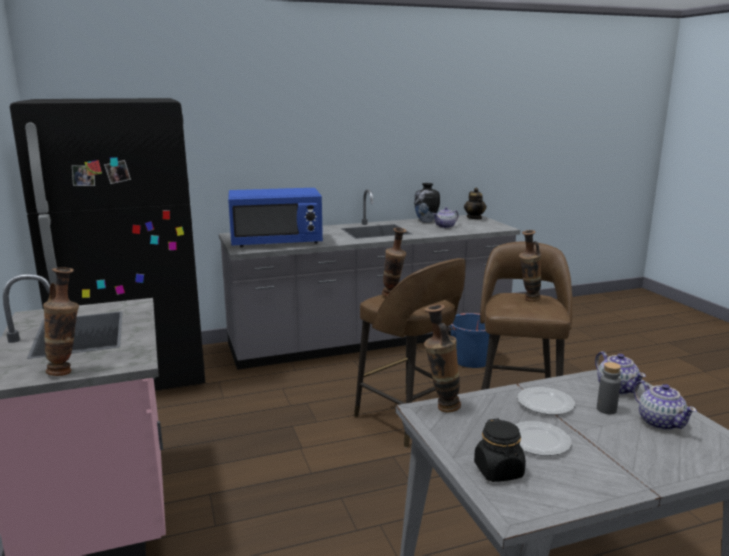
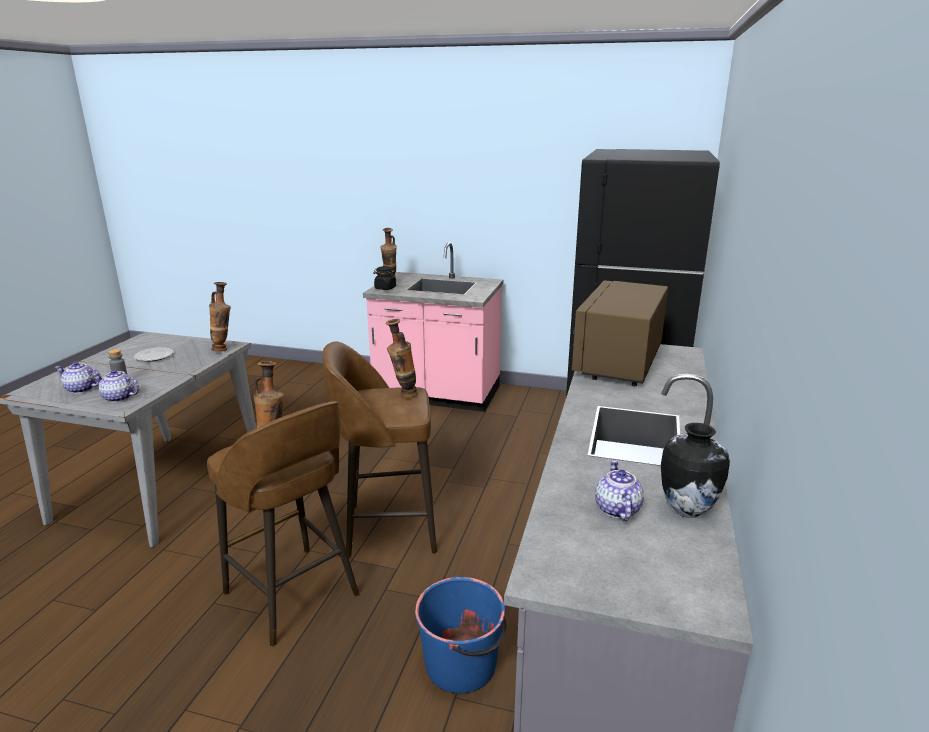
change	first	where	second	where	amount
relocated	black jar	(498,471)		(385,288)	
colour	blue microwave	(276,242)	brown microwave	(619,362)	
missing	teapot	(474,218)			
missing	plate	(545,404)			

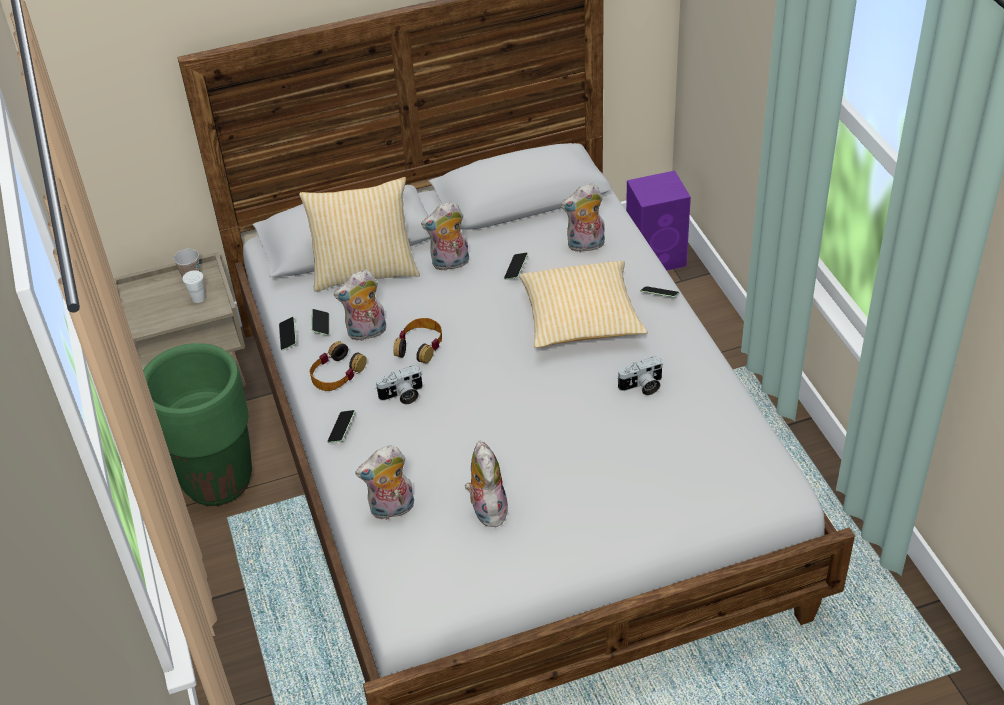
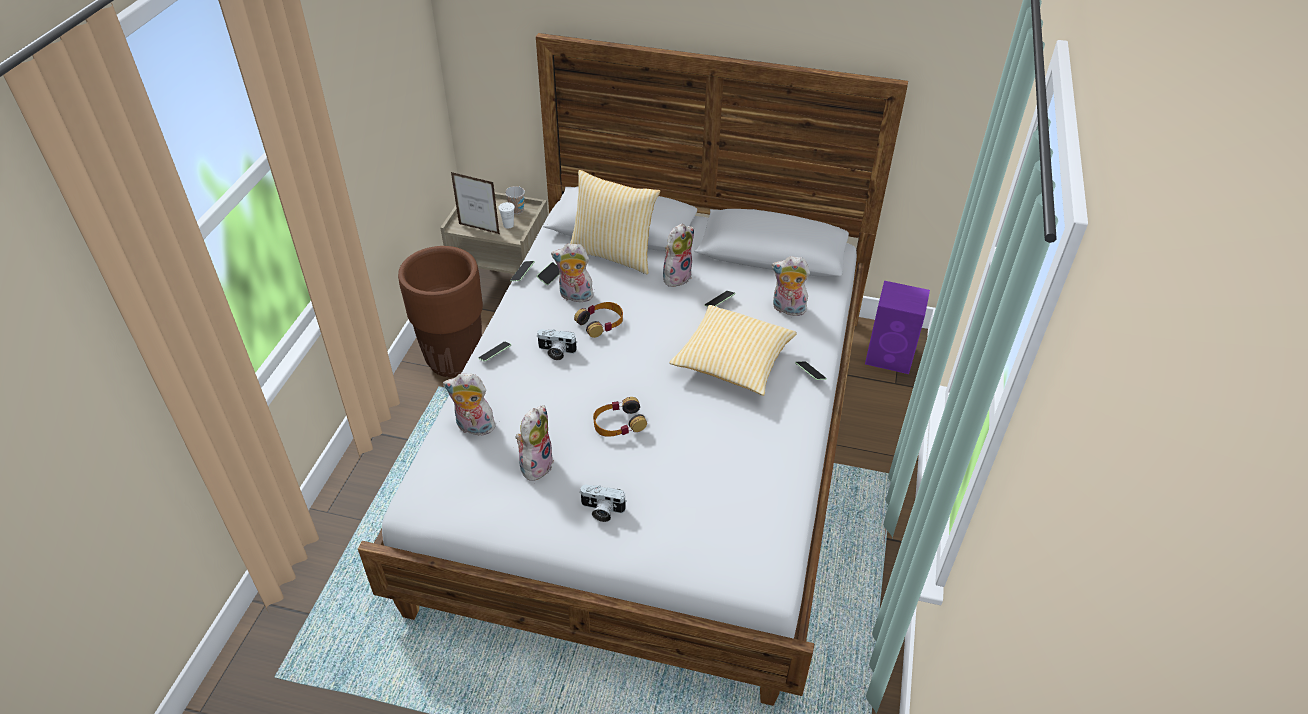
change	first	where	second	where	amount
colour	green planter	(218,482)	brown planter	(454,360)	
appeared			picture frame	(479,229)	
relocated	photo camera	(642,386)		(601,510)	
relocated	headphones	(336,373)		(618,423)	
spun	plush toy	(450,264)		(676,276)	120 degrees clockwise

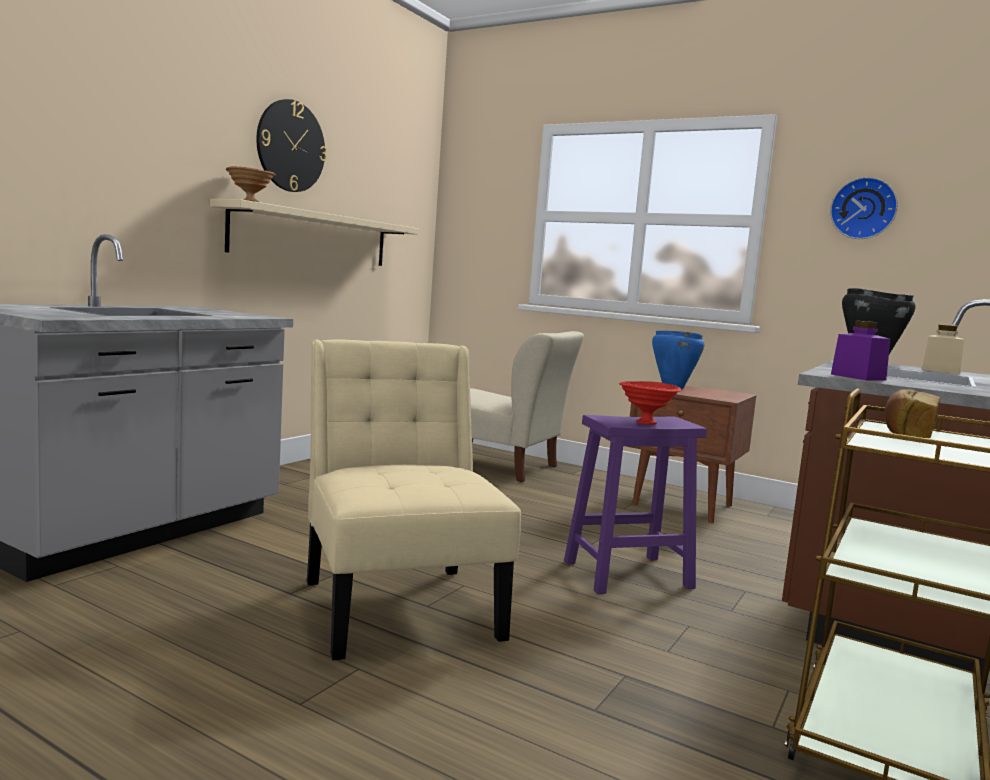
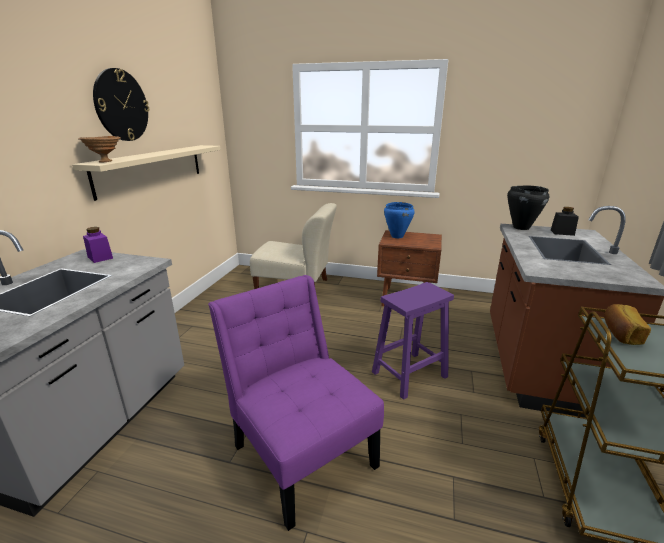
change	first	where	second	where	amount
relocated	purple jar	(858,377)		(100,257)	
colour	beige chair	(399,604)	purple chair	(301,450)	
colour	beige jar	(940,371)	black jar	(562,232)	
missing	red bowl	(644,422)			
missing	wall clock	(863,208)			

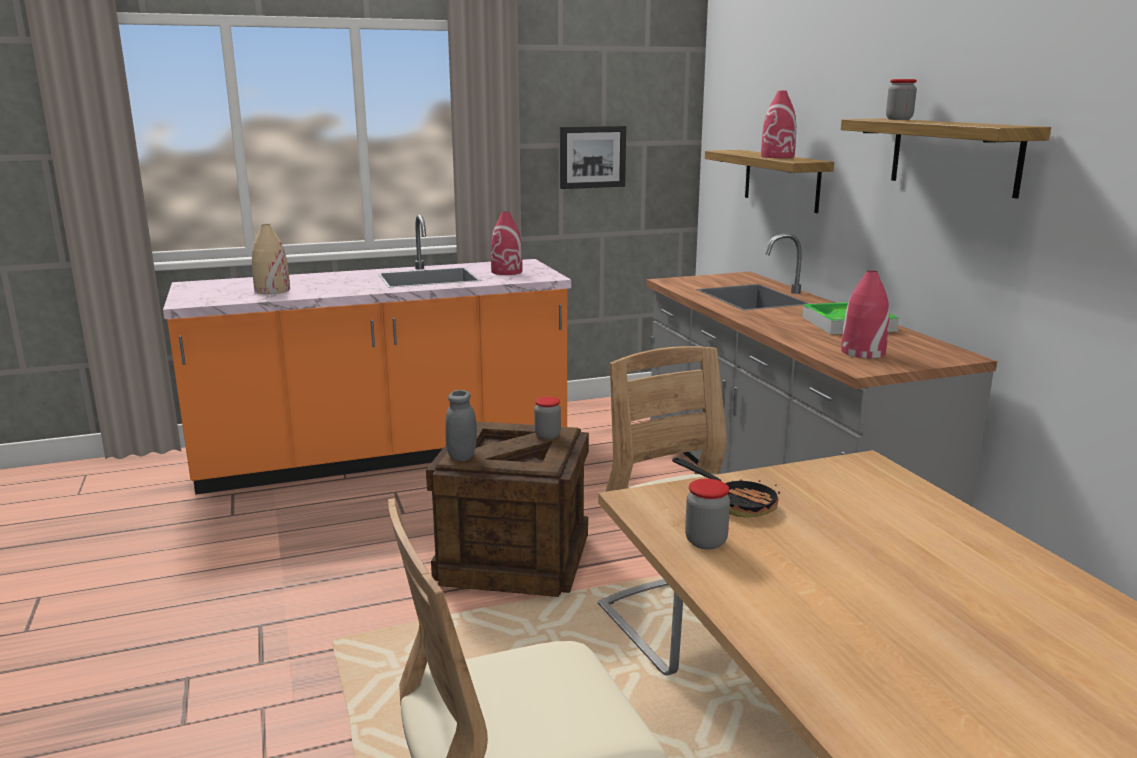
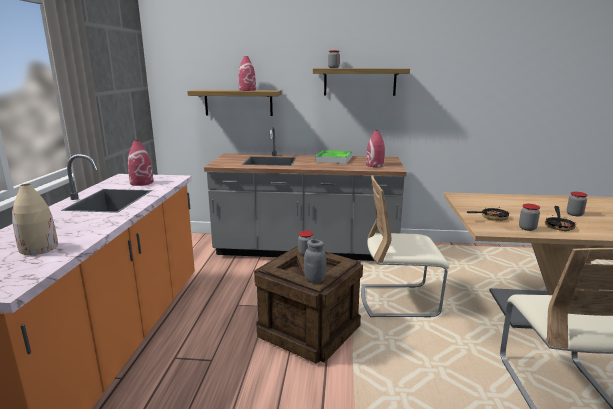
change	first	where	second	where	amount
appeared			frying pan	(558,226)	
appeared			jar	(574,214)	
missing	picture	(592,157)			

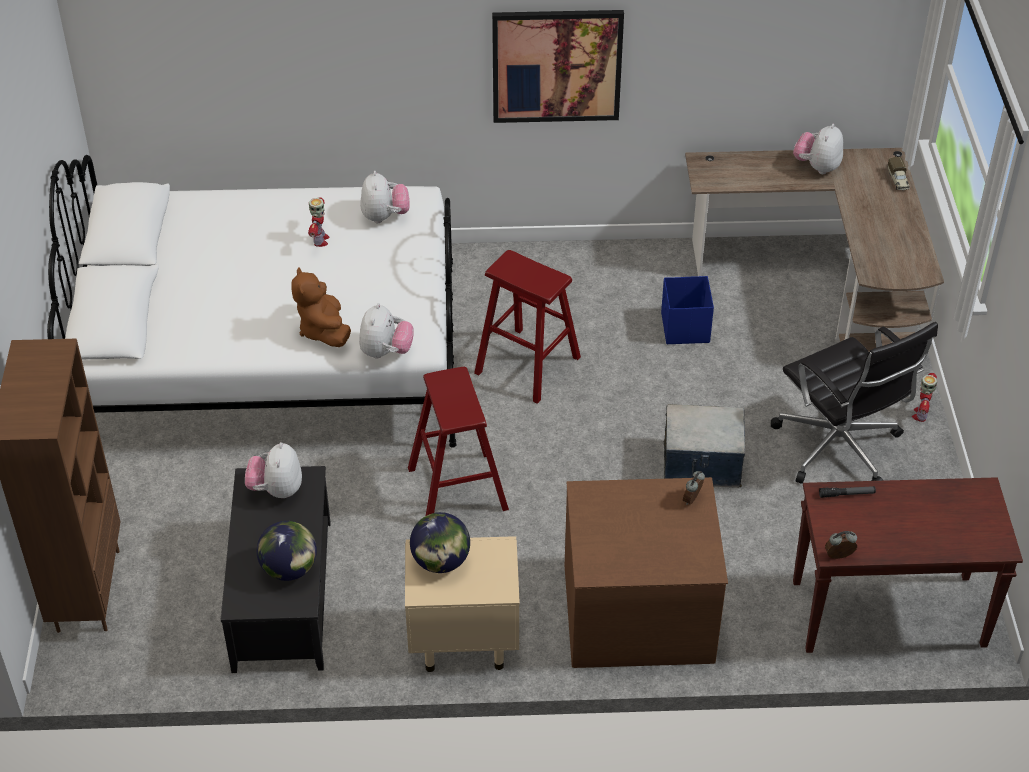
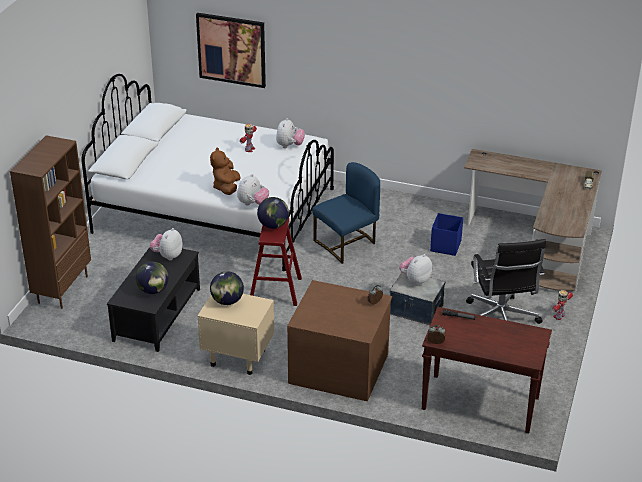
change	first	where	second	where	amount
relocated	picture	(556,65)		(231,49)	
appeared			globe	(273,225)	
exchanged	red stool	(528,365)	blue chair	(347,244)	
relocated	plush toy	(817,167)		(415,280)	

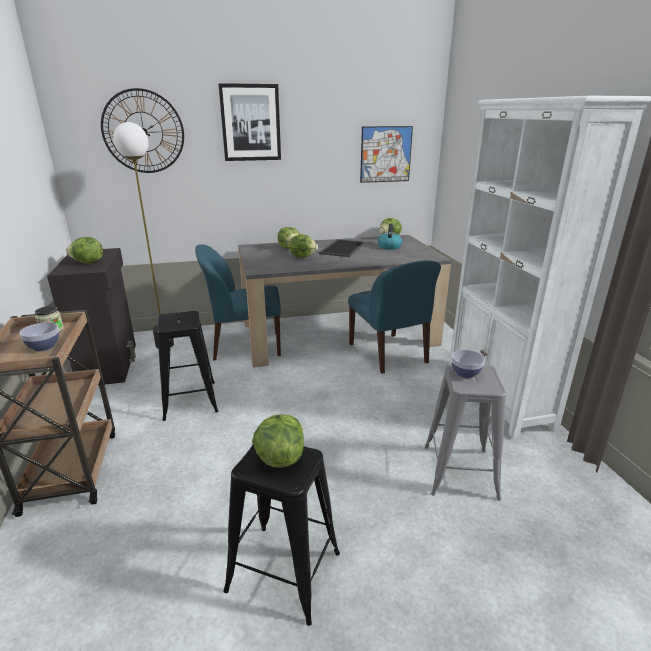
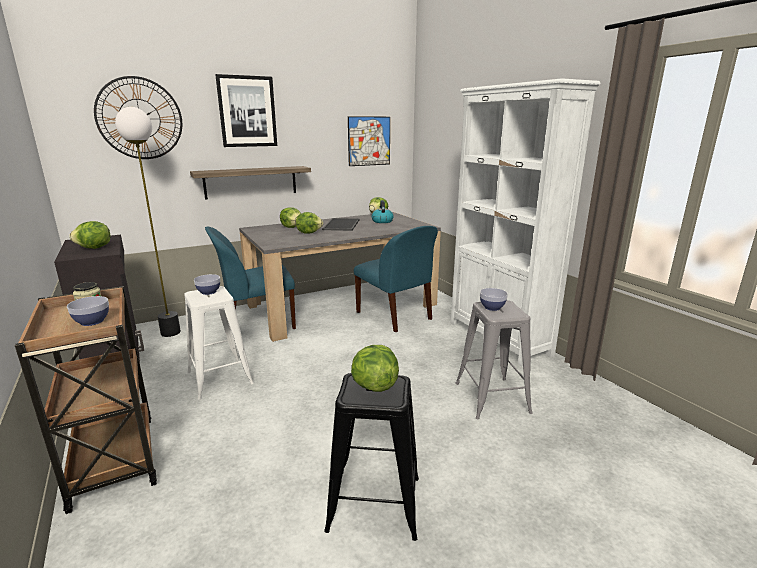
change	first	where	second	where	amount
colour	black stool	(190,400)	white stool	(219,377)	
appeared			shelf	(251,182)	
appeared			bowl	(209,292)	

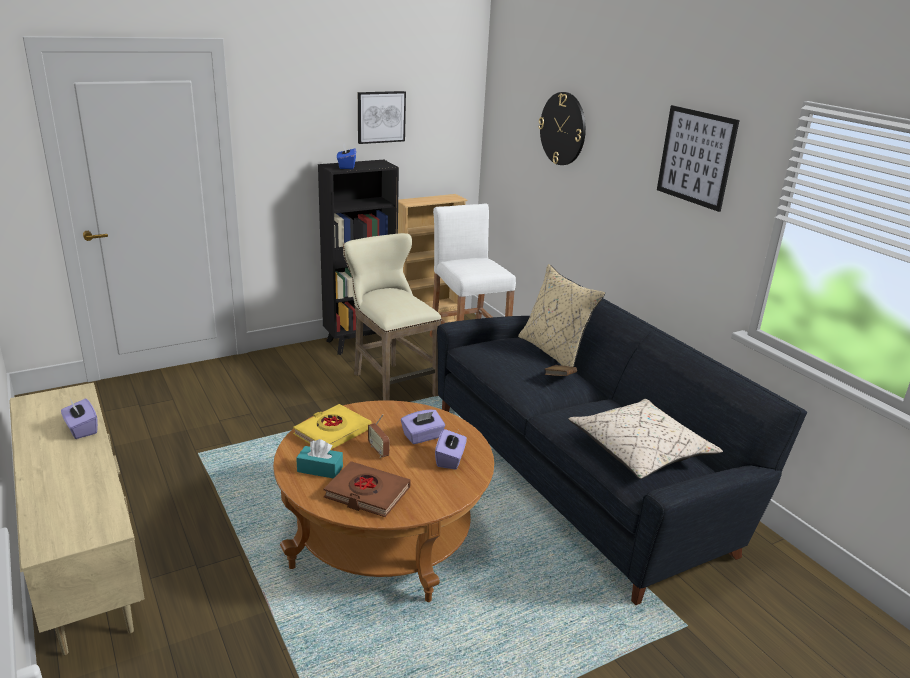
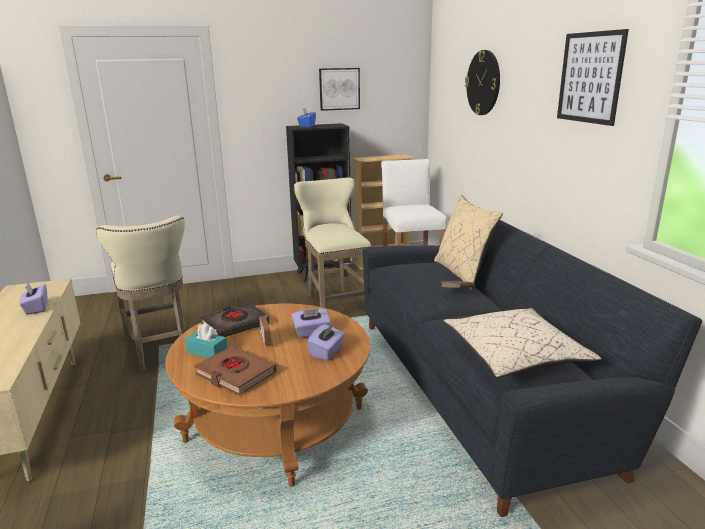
change	first	where	second	where	amount
appeared			beige stool	(159,350)	
colour	yellow book	(332,432)	black book	(235,324)	

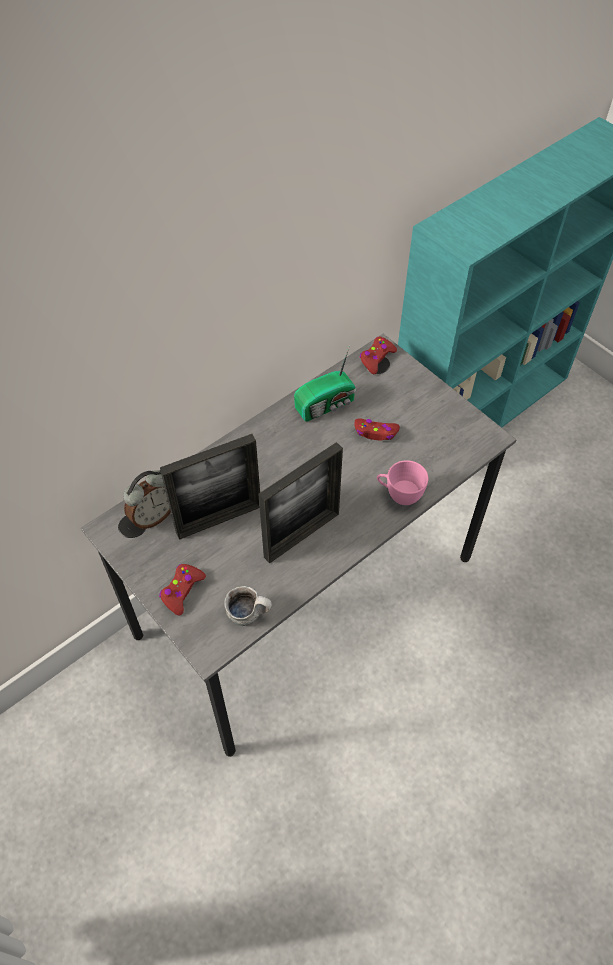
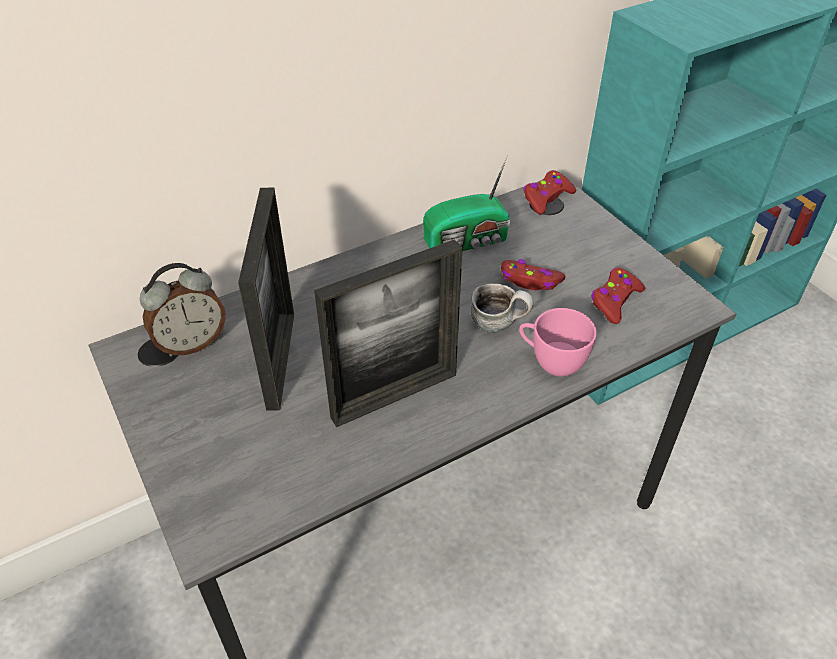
change	first	where	second	where	amount
spun	picture frame	(219,519)		(281,359)	75 degrees counterclockwise
relocated	mug	(249,613)		(499,323)	
relocated	red game controller	(182,591)		(615,301)	

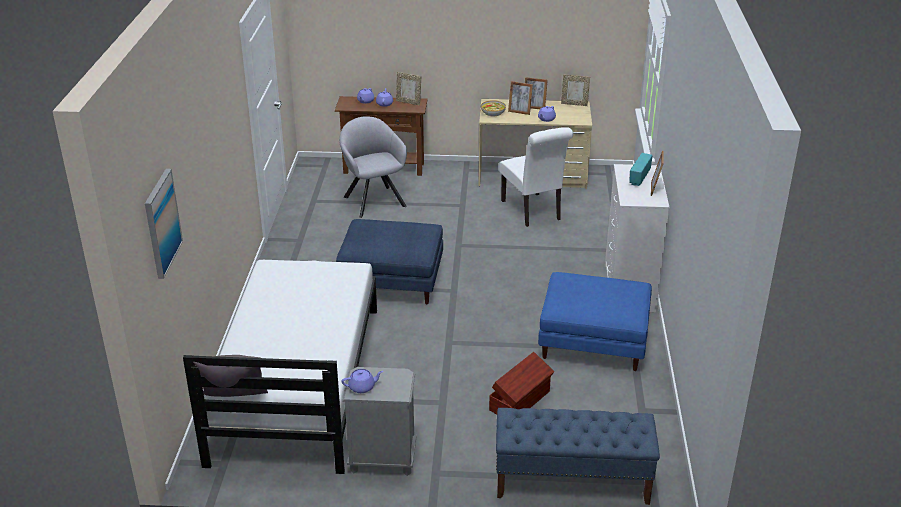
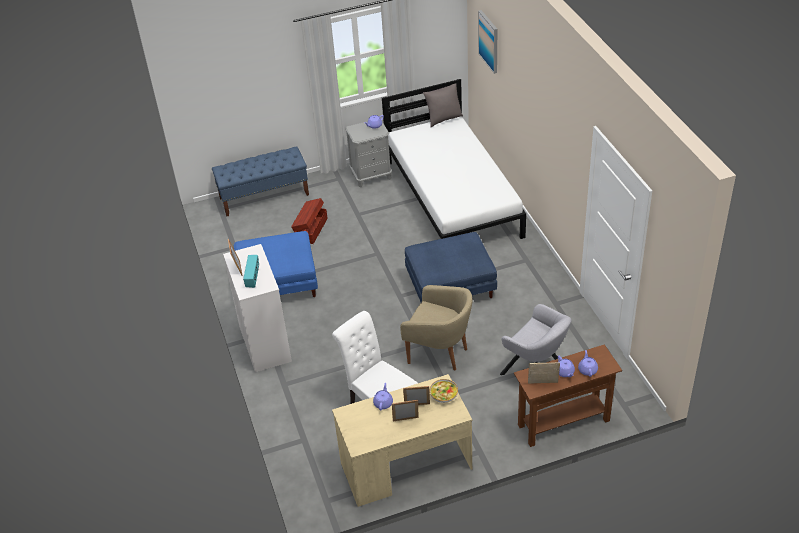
change	first	where	second	where	amount
appeared			beige armchair	(440,353)	
missing	picture frame	(574,104)			

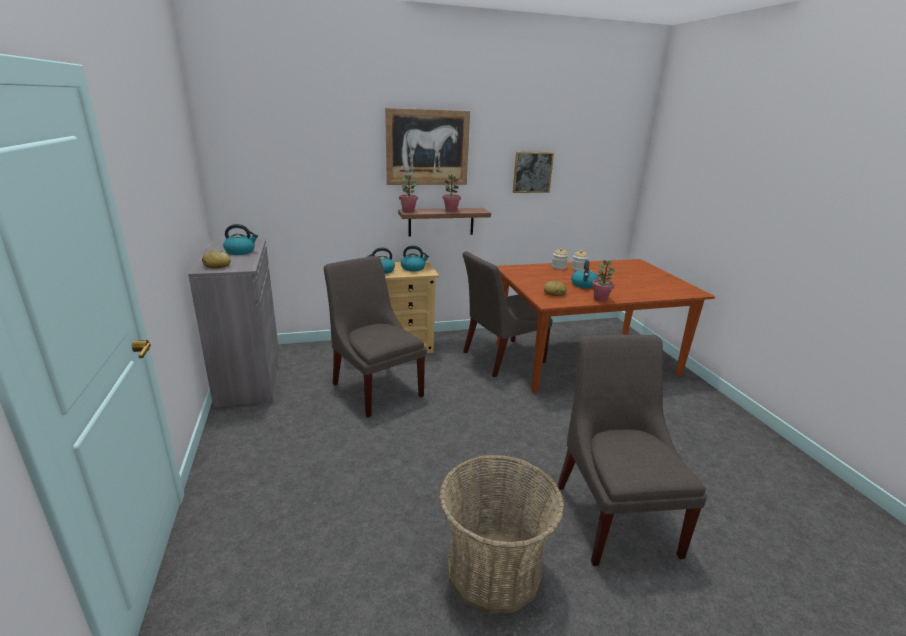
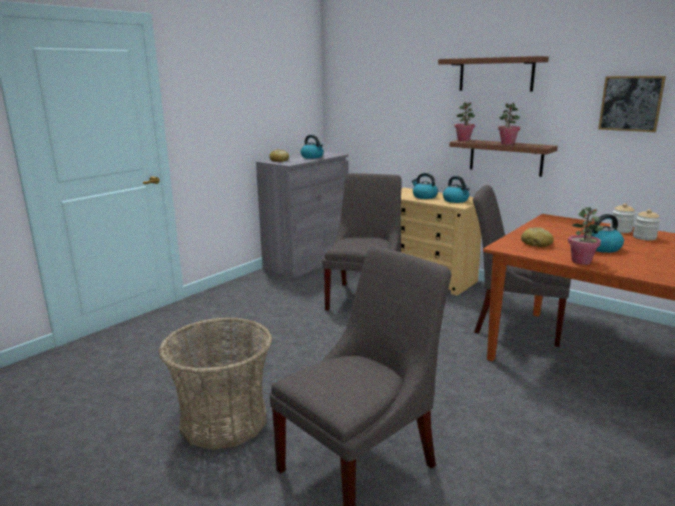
change	first	where	second	where	amount
exchanged	picture	(427,148)	shelf	(496,74)	

